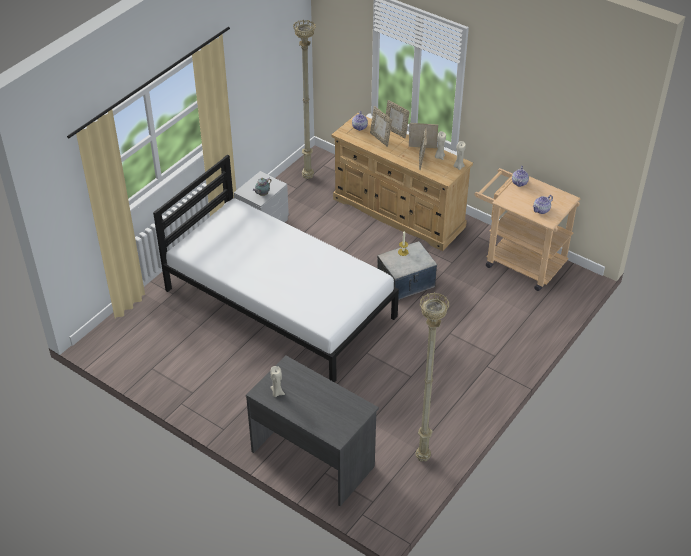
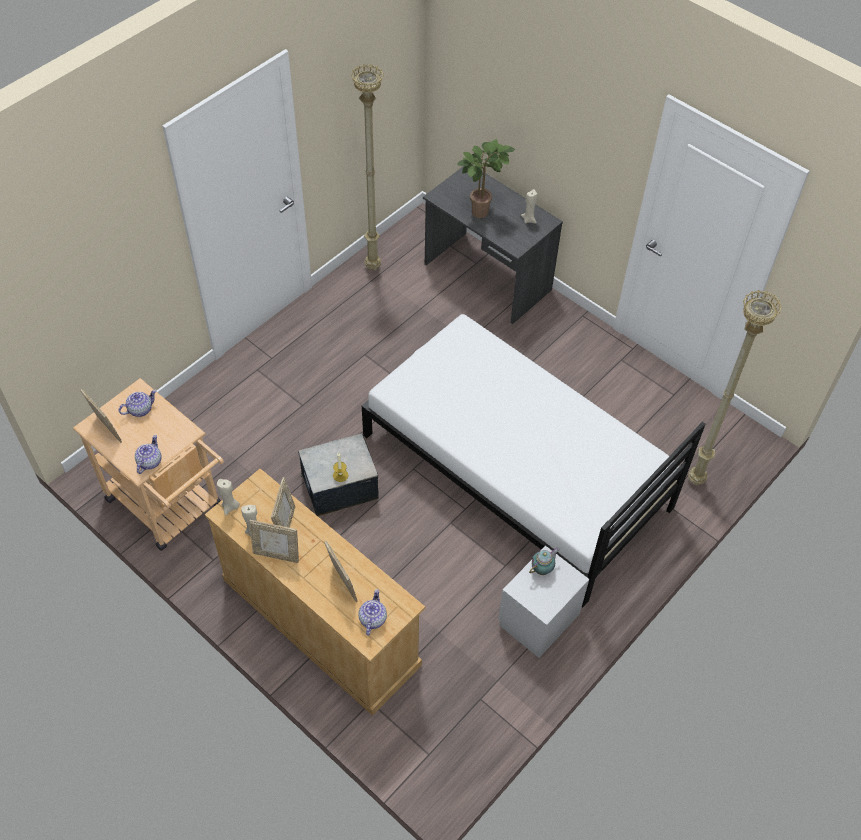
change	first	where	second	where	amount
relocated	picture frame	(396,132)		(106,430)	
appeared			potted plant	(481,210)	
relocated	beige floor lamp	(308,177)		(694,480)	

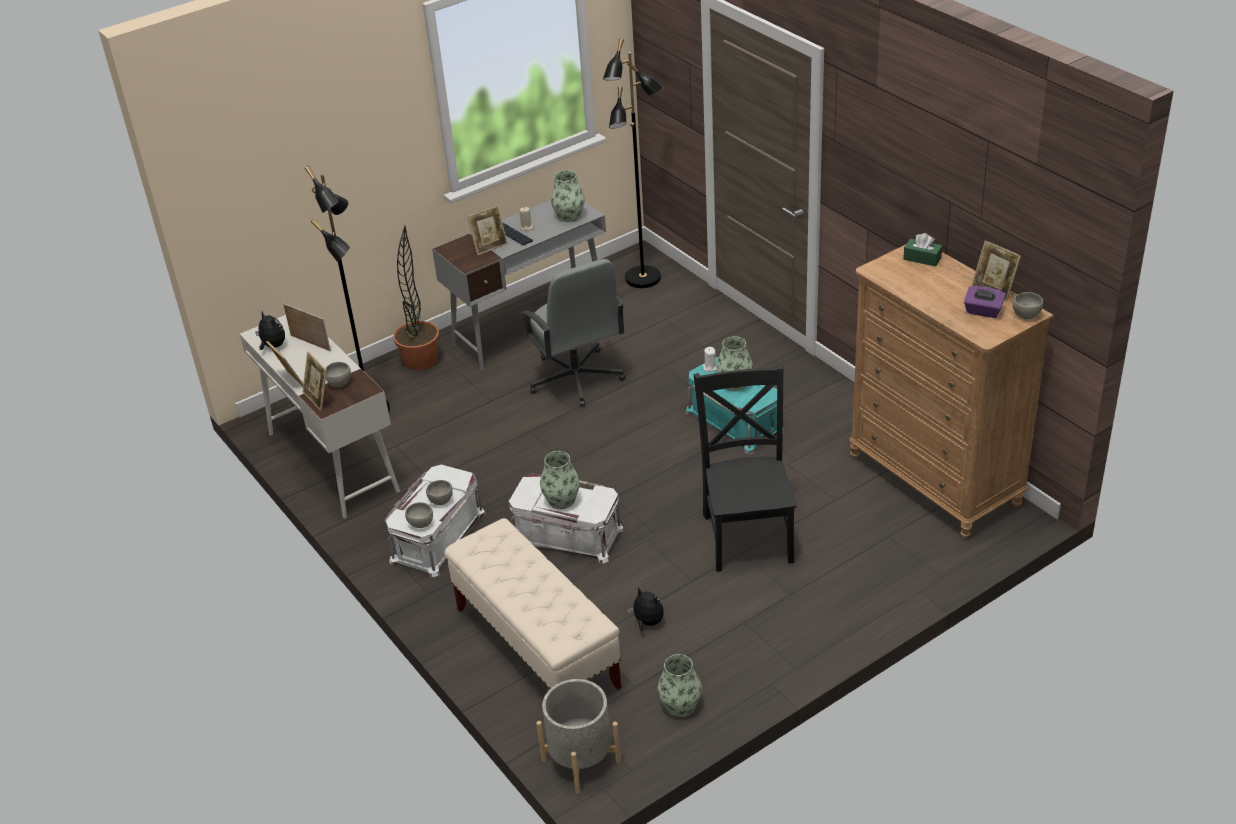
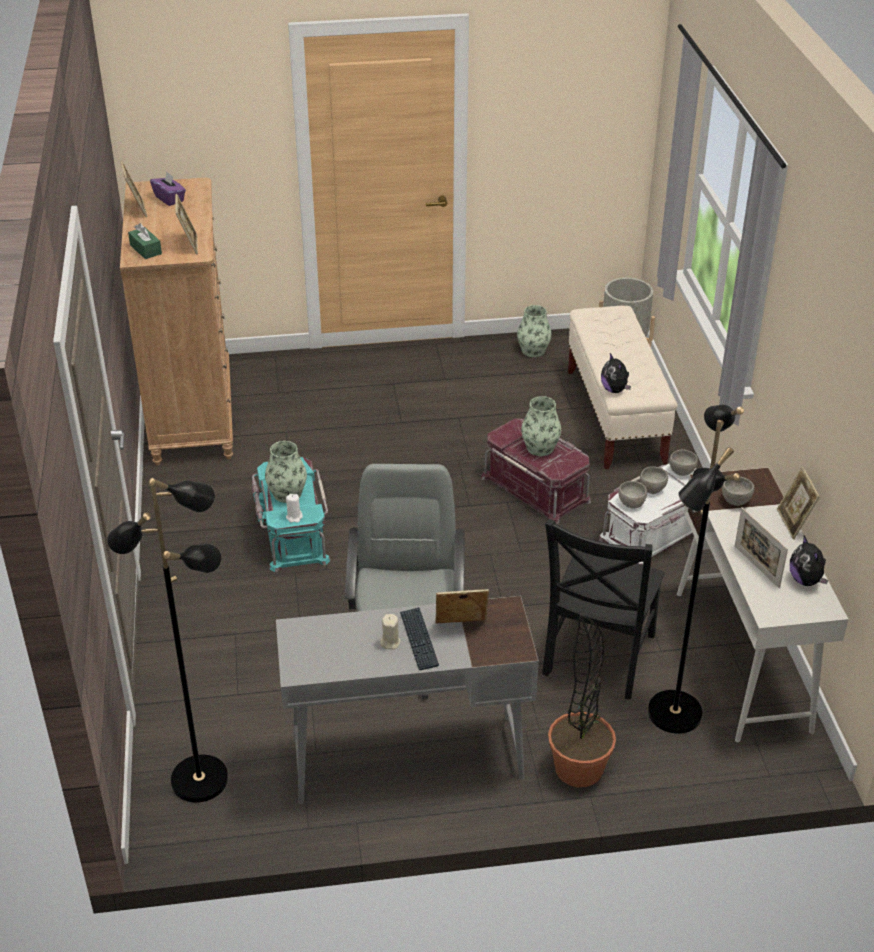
change	first	where	second	where	amount
relocated	picture frame	(318,398)		(189,244)	
colour	white storage box	(566,536)	red storage box	(536,488)	
relocated	black chair	(748,534)		(597,658)	
relocated	plush toy	(647,623)		(615,390)	
relocated	grey bowl	(1026,314)		(631,504)	
missing	vase	(569,216)			

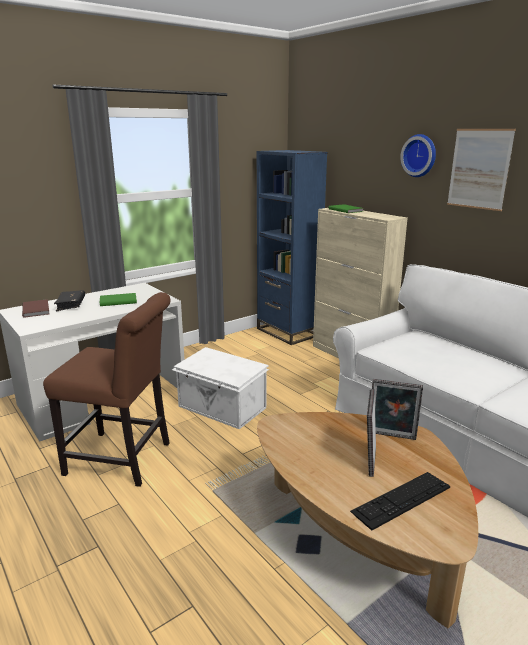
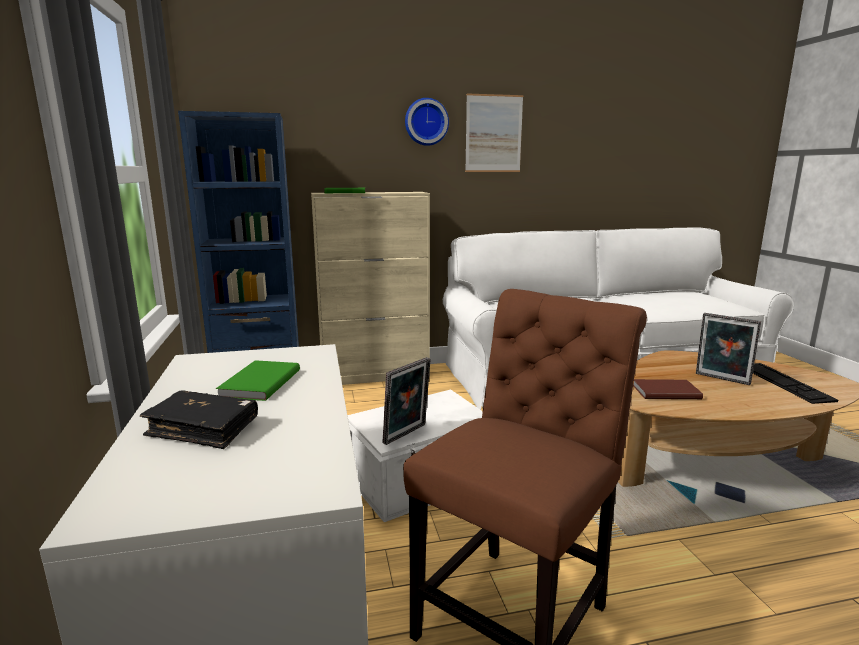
change	first	where	second	where	amount
relocated	picture frame	(391,437)		(407,435)	
relocated	brown book	(37,309)		(664,391)	

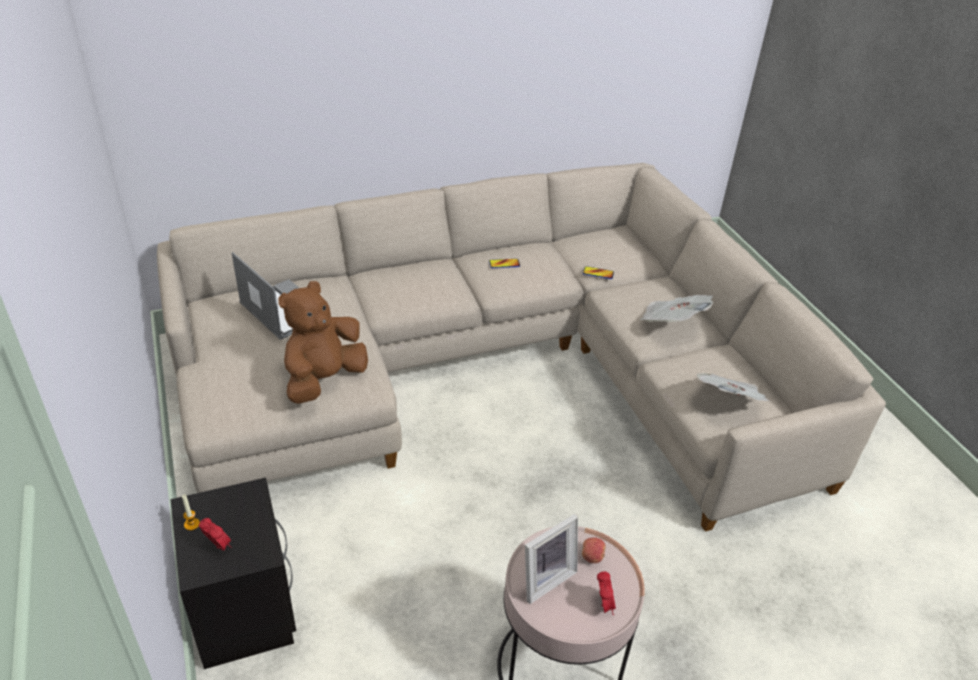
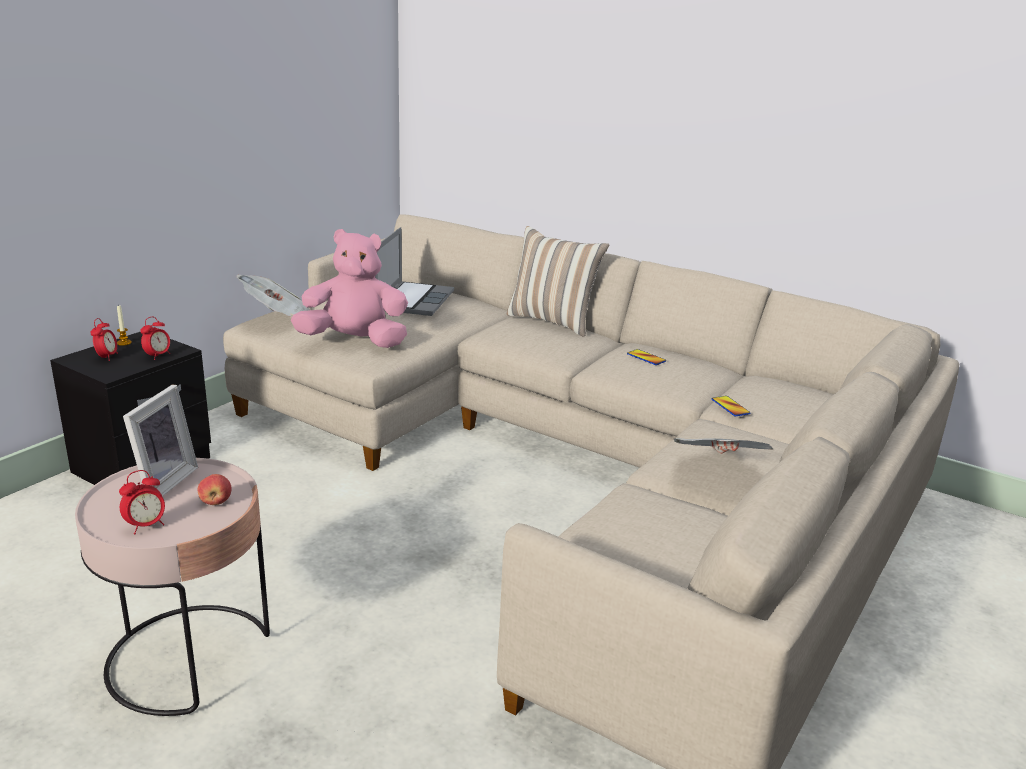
change	first	where	second	where	amount
spun	picture frame	(544,578)		(161,483)	90 degrees counterclockwise
appeared			alarm clock	(158,356)	
relocated	newspaper	(730,401)		(279,316)	
colour	brown plush toy	(324,380)	pink plush toy	(355,341)	
appeared			pillow	(553,321)	

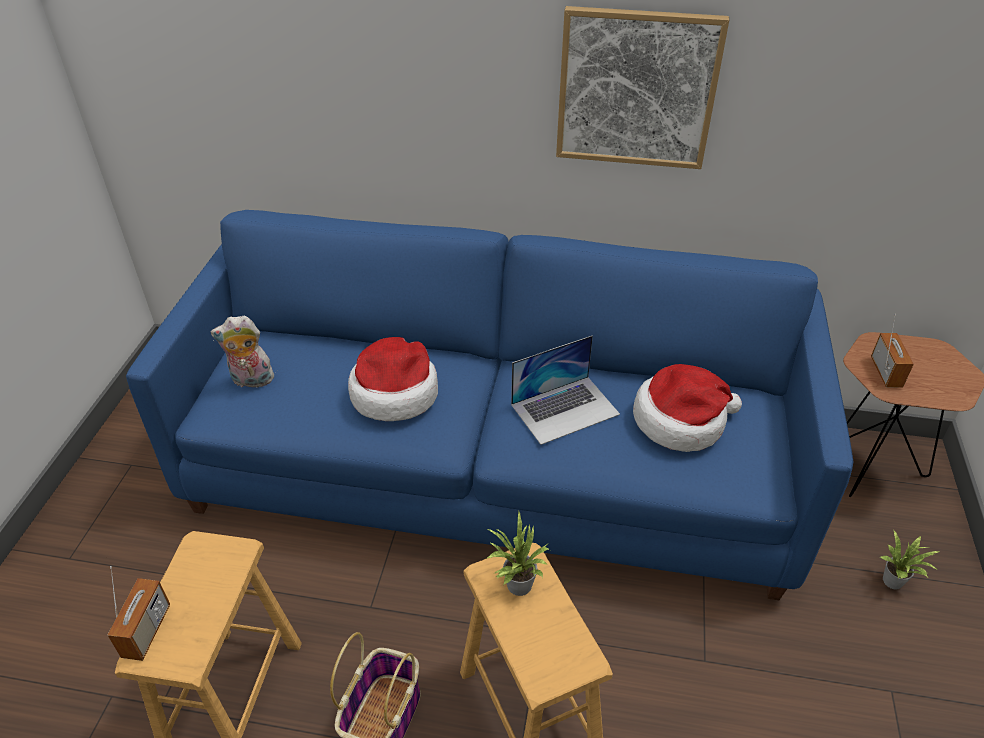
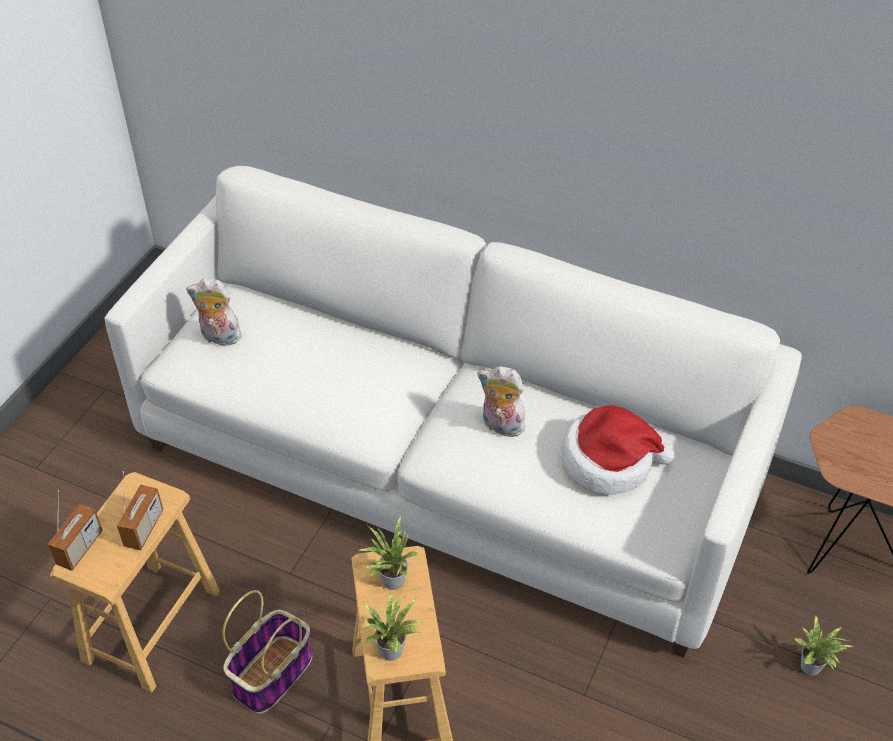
change	first	where	second	where	amount
colour	blue sofa	(493,469)	white sofa	(448,466)	
relocated	radio	(886,372)		(144,528)	
appeared			potted plant	(394,649)	
exchanged	laptop	(565,409)	plush toy	(500,426)	
missing	hat	(394,392)			
missing	picture	(636,89)			

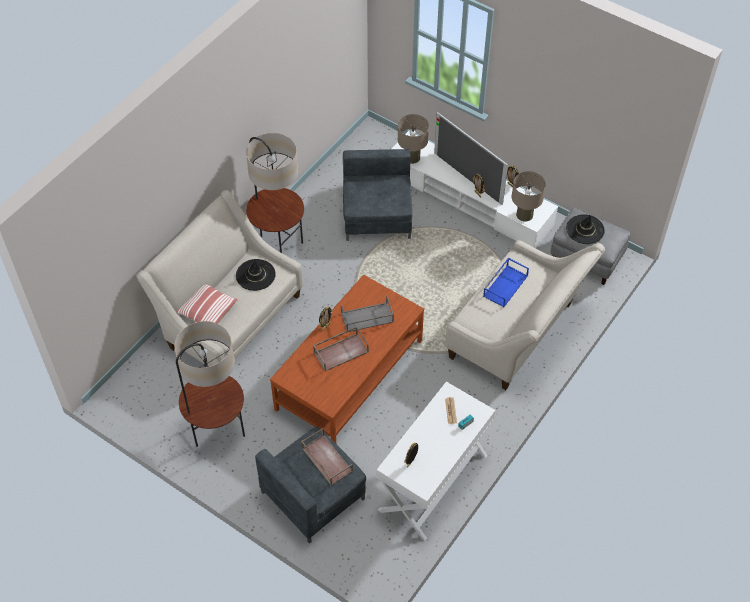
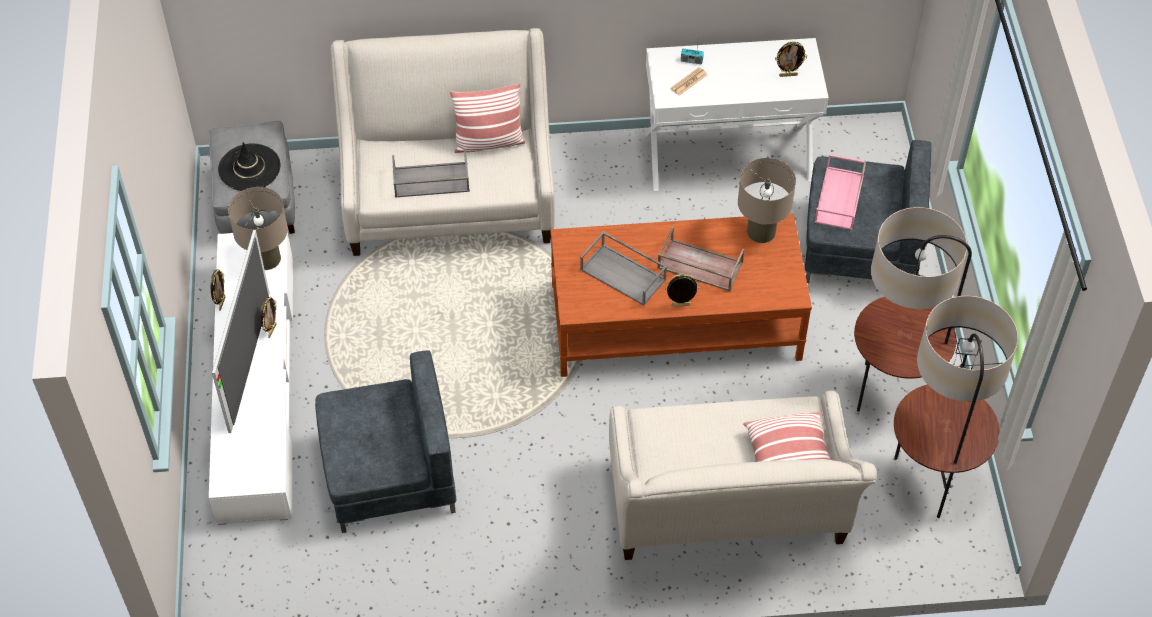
change	first	where	second	where	amount
spun	grey armchair	(377,216)		(388,472)	150 degrees counterclockwise
colour	blue tray	(505,285)	grey tray	(430,180)	
appeared			pillow	(488,142)	
relocated	beige table lamp	(412,157)		(761,231)	
colour	brown tray	(326,459)	pink tray	(840,199)	
relocated	floor lamp	(278,246)		(930,482)	
missing	black hat	(255,275)			

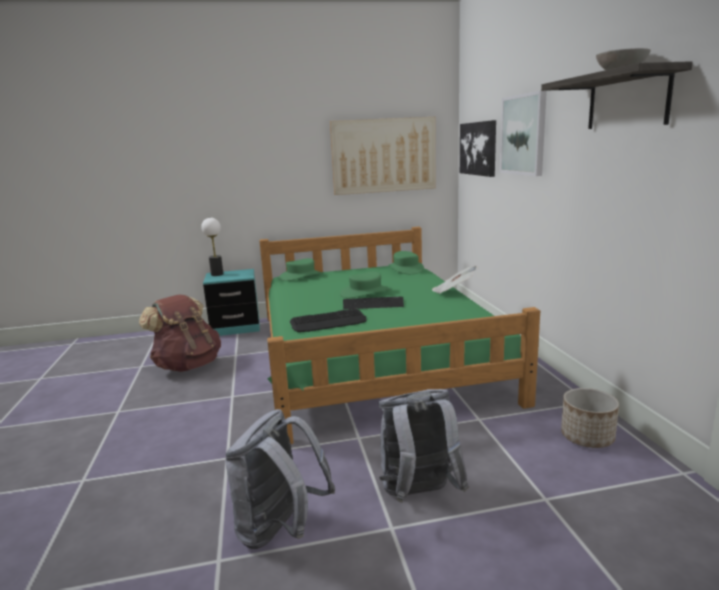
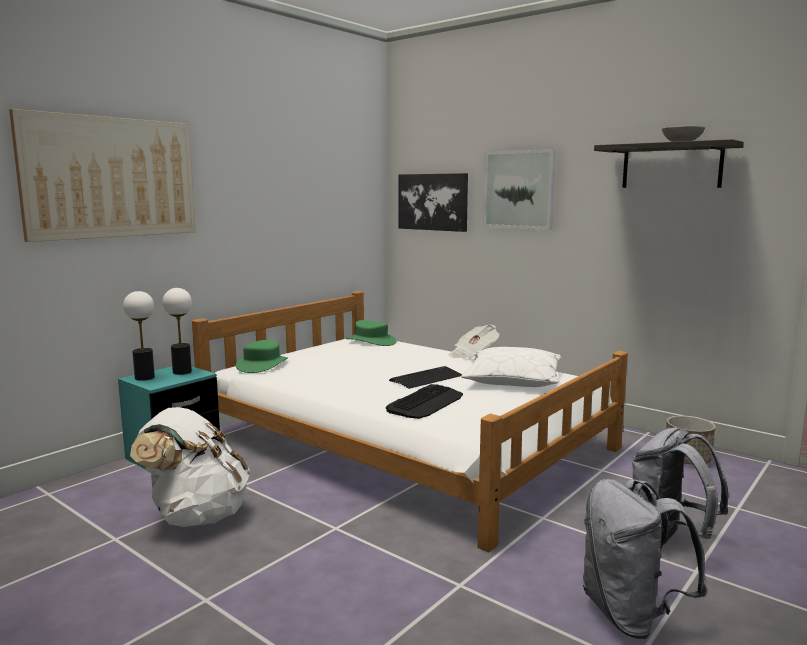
change	first	where	second	where	amount
relocated	picture	(384,155)		(111,177)	
colour	brown backpack	(188,365)	white backpack	(196,516)	
appeared			table lamp	(182,372)	
colour	green bed	(371,353)	white bed	(406,441)	
appeared			white pillow	(513,380)	
missing	green hat	(365,292)			

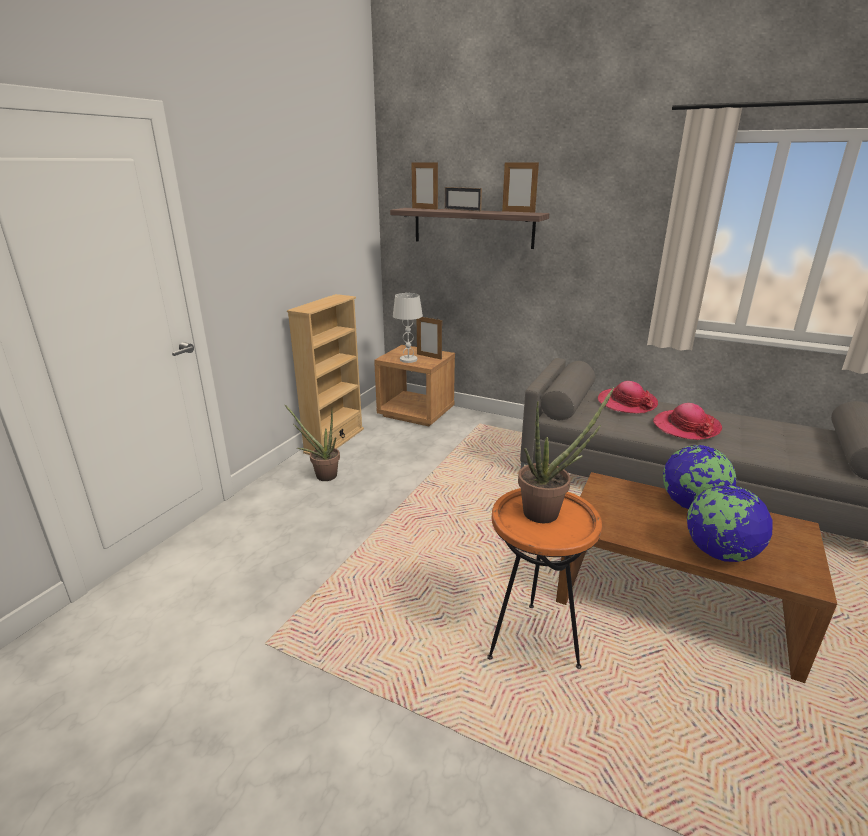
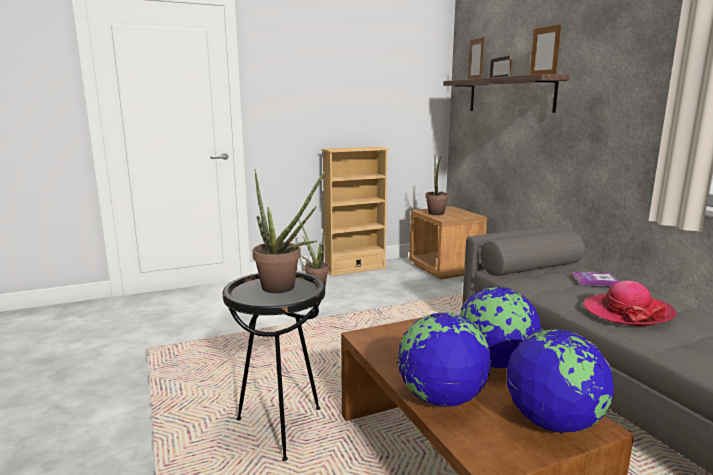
change	first	where	second	where	amount
colour	orange side table	(532,643)	black side table	(281,428)	
exchanged	white table lamp	(408,360)	potted plant	(436,214)	
appeared			globe	(553,422)	
exchanged	hat	(626,403)	book	(595,280)	
missing	picture frame	(429,356)			

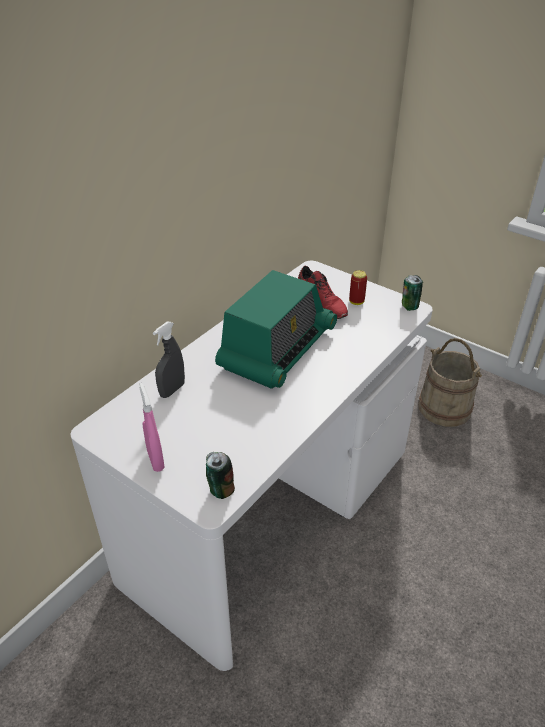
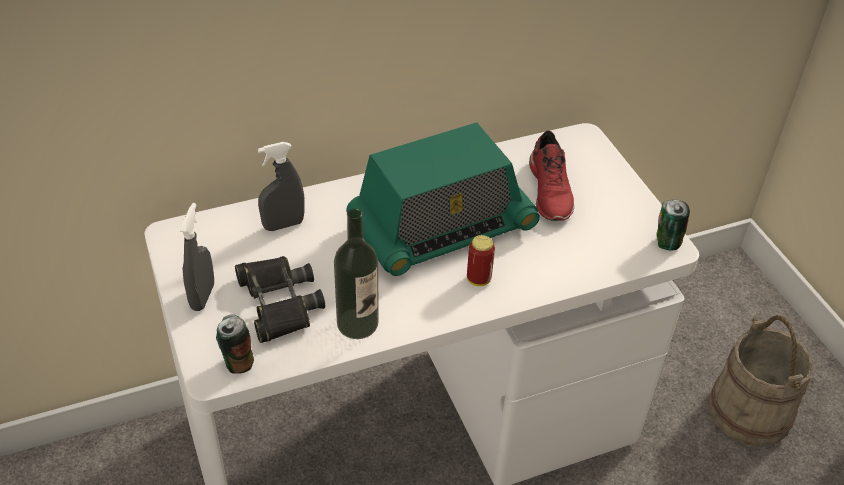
change	first	where	second	where	amount
colour	pink spray bottle	(155,460)	grey spray bottle	(202,296)	
appeared			black binoculars	(278,303)	
appeared			bottle	(357,323)	
relocated	can	(356,302)		(478,279)	

